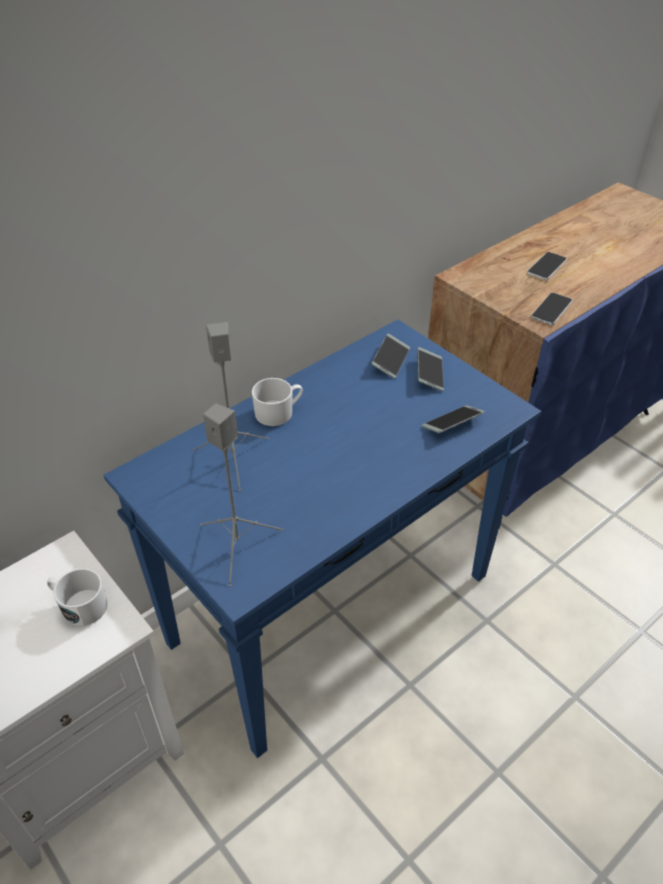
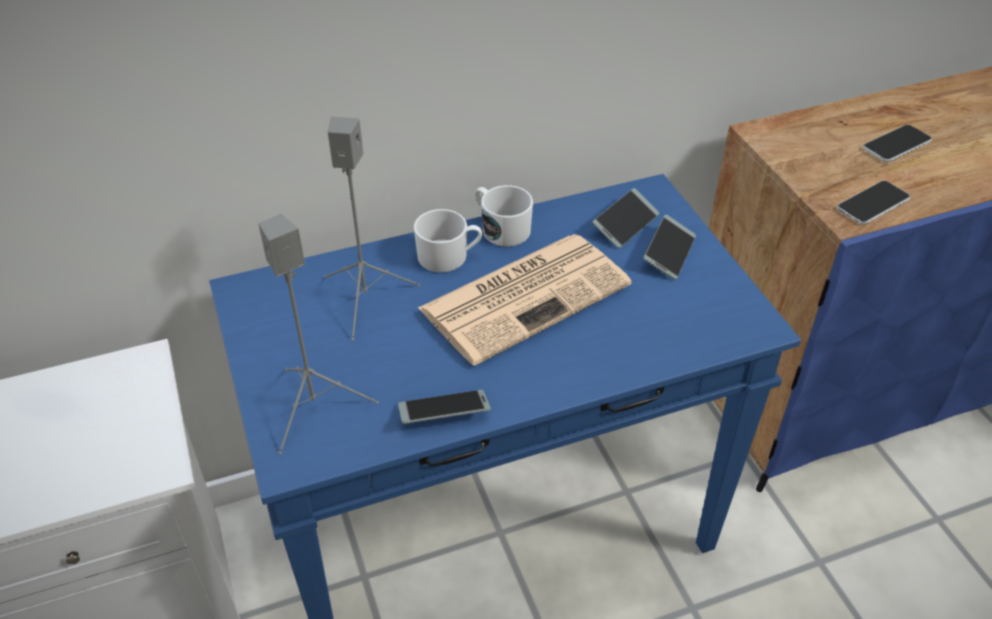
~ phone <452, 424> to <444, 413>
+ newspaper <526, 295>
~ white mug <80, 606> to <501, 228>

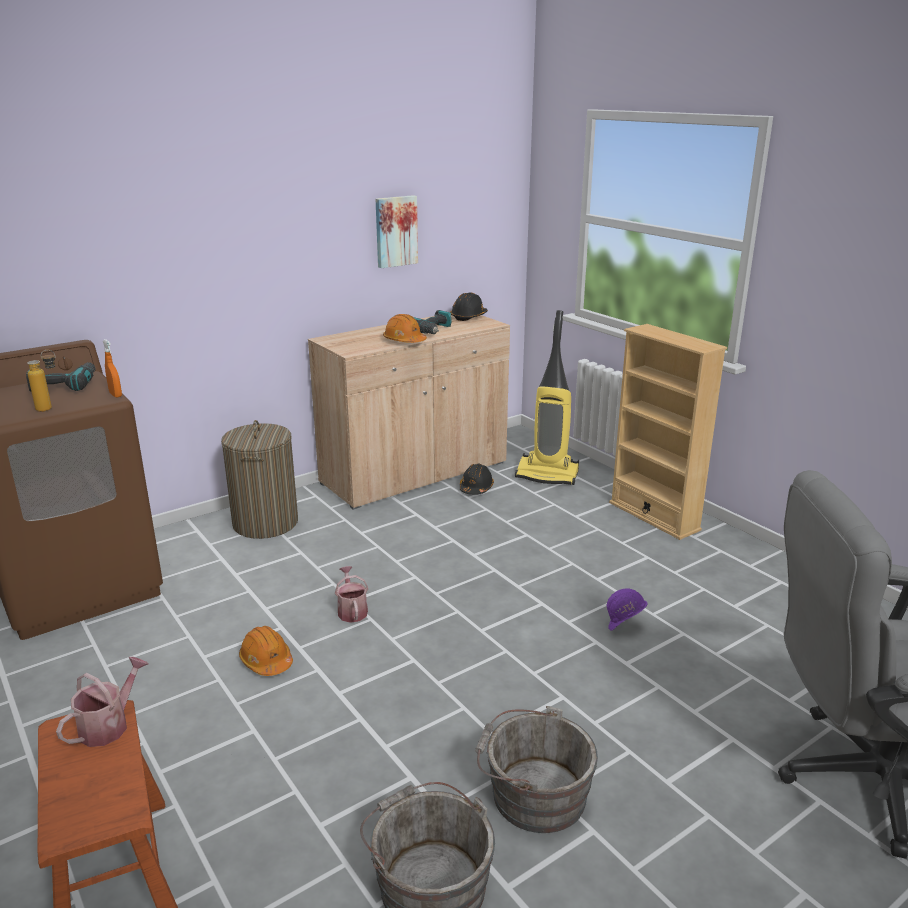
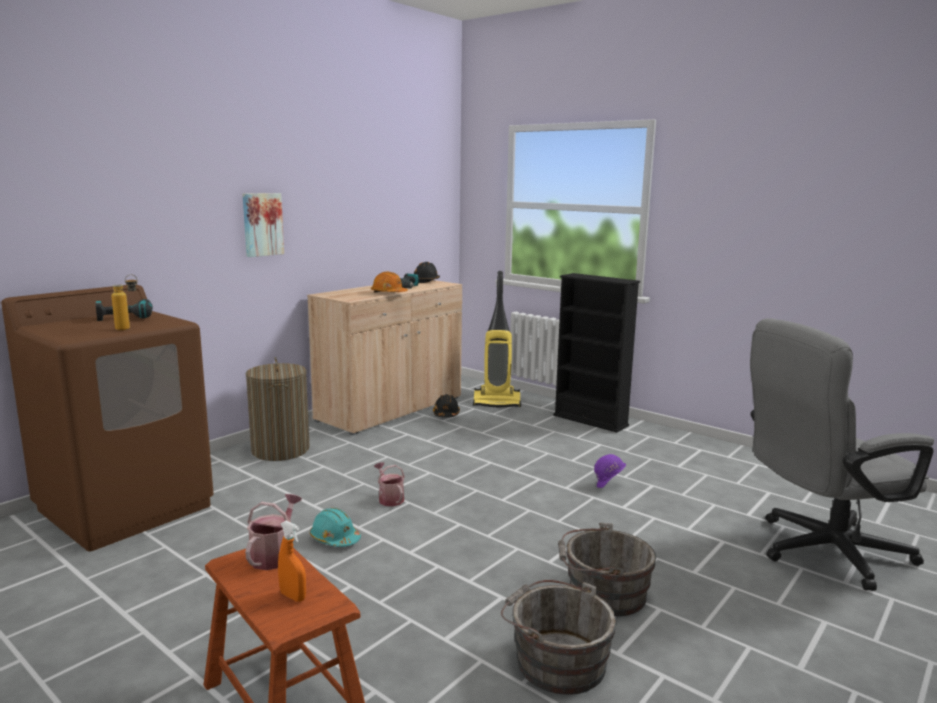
~ picture <395, 231> to <262, 224>
~ orange spray bottle <115, 395> to <293, 596>
~ orange hard hat <266, 661> to turquoise hard hat <334, 539>
~ beige bookcase <654, 516> to black bookcase <590, 420>

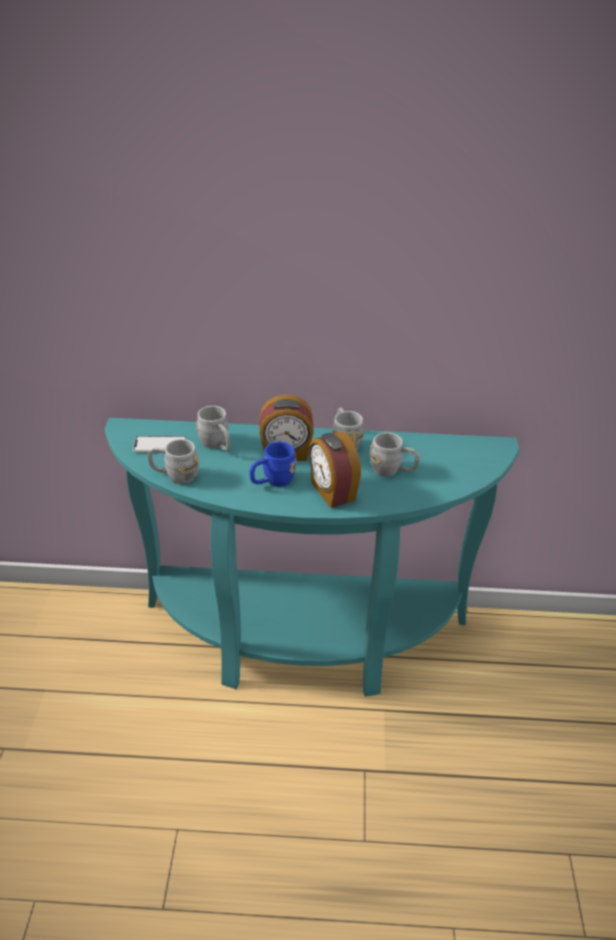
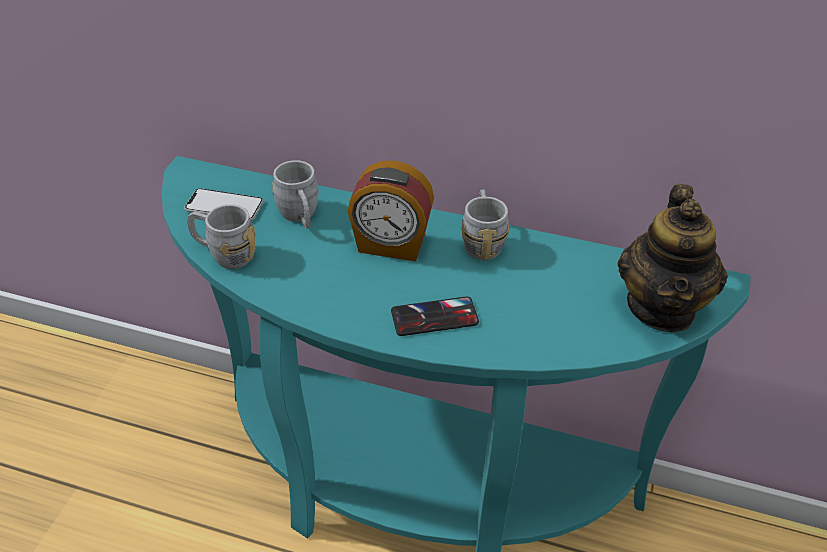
~ alarm clock <332, 492> to phone <434, 317>
+ teapot <662, 307>
- blue mug <272, 481>
- grey mug <392, 471>

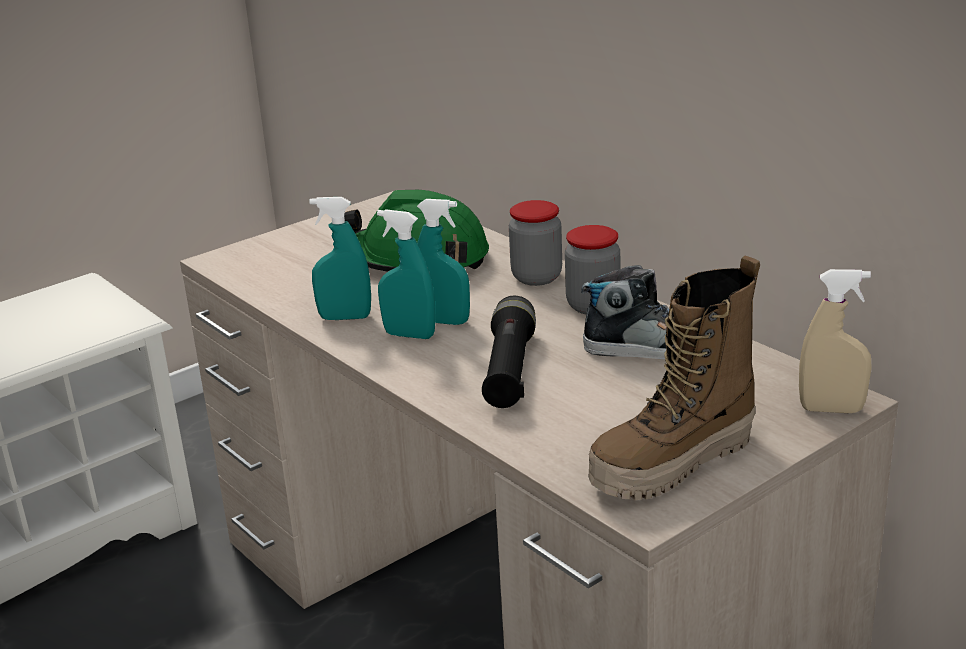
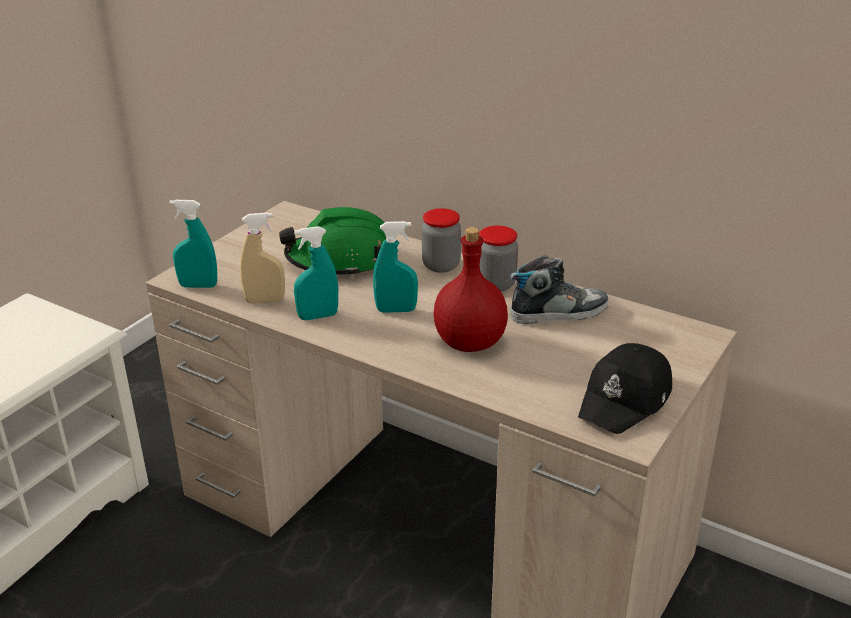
~ turquoise spray bottle <409, 335> to <198, 286>
~ beige spray bottle <831, 409> to <265, 301>
~ black flashlight <509, 370> to red bottle <469, 343>
~ boot <673, 465> to black cap <626, 400>

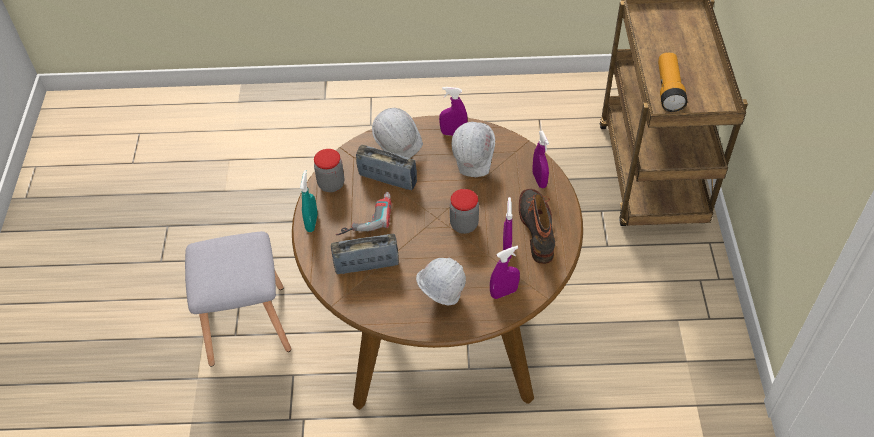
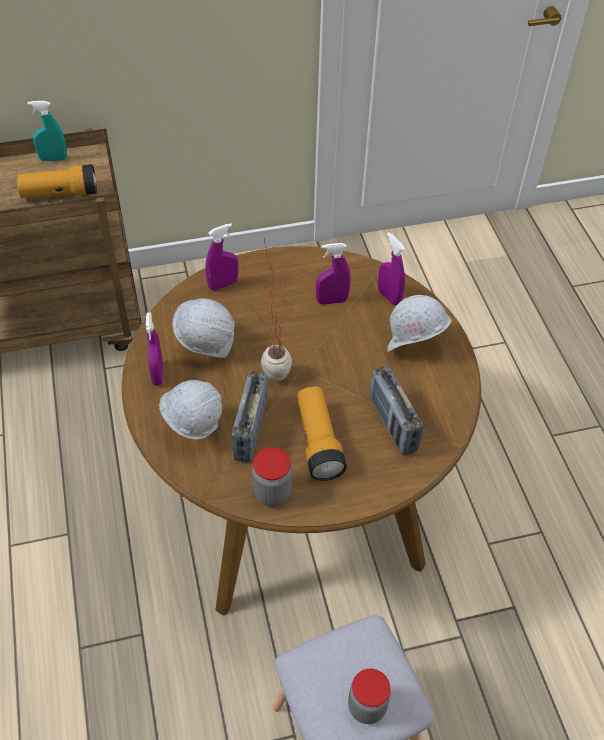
~ turquoise spray bottle <312, 223> to <53, 159>
+ potted plant <270, 371>
~ power drill <364, 216> to flashlight <318, 442>
~ jar <464, 225> to <367, 706>
- boot <538, 229>

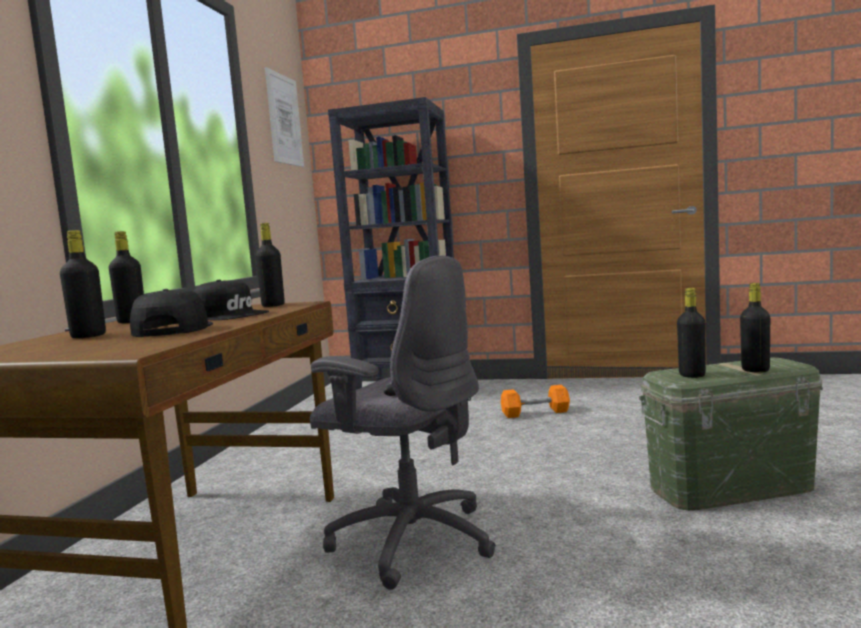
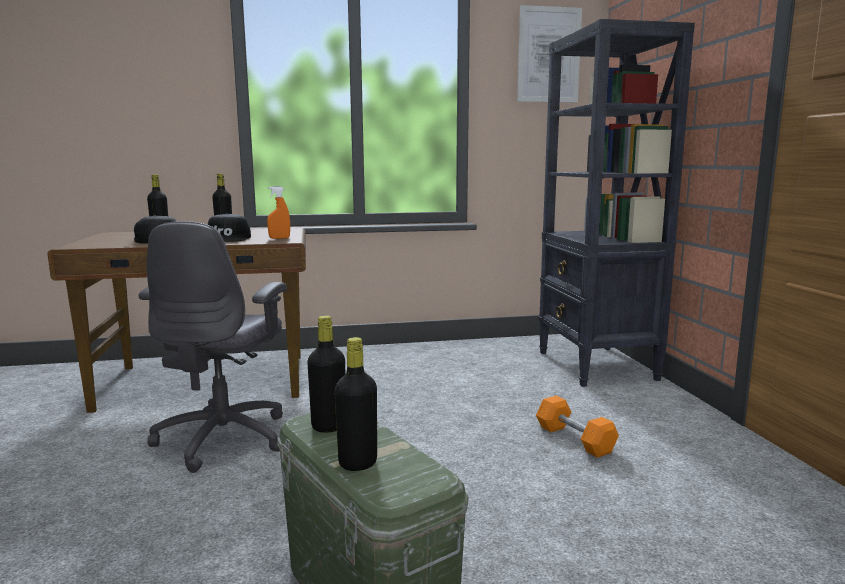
~ black bottle <273, 305> to orange spray bottle <279, 238>

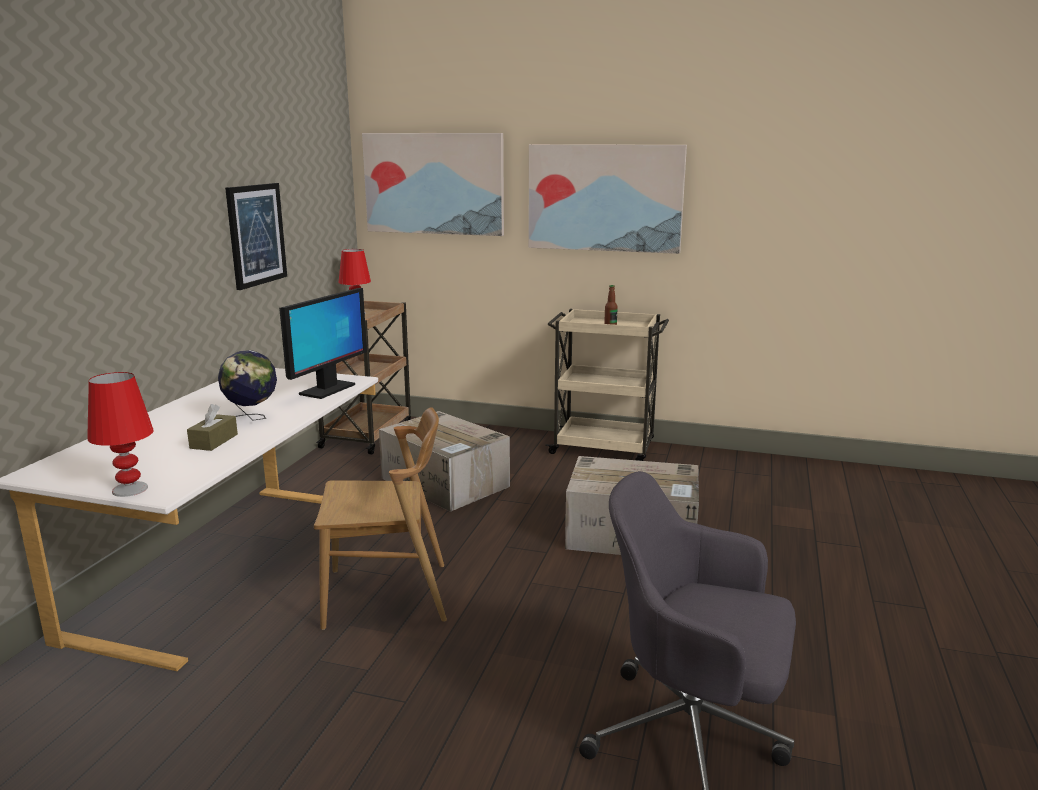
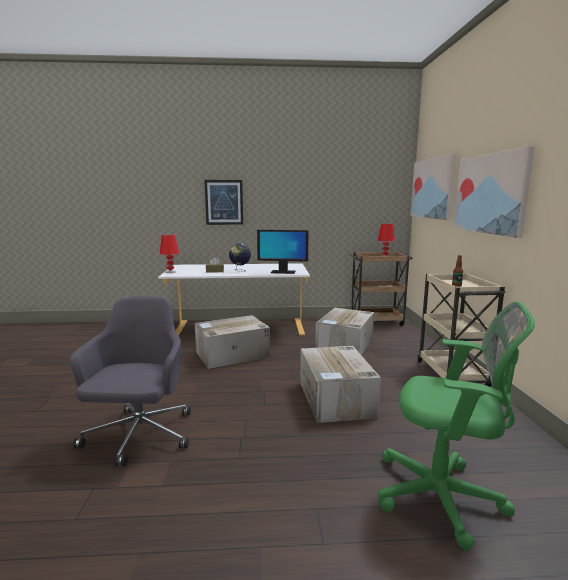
~ brown chair <387, 595> to cardboard box <231, 354>
~ picture <256, 234> to <224, 202>
+ green office chair <443, 498>

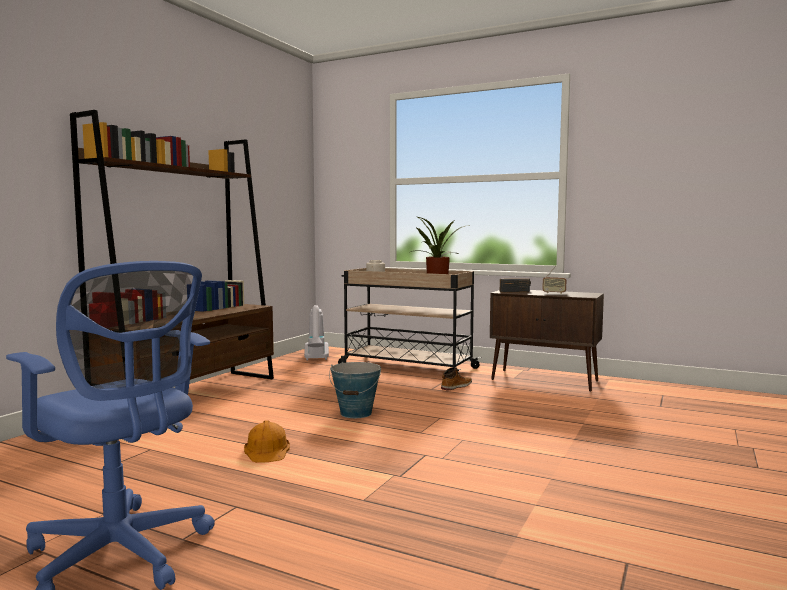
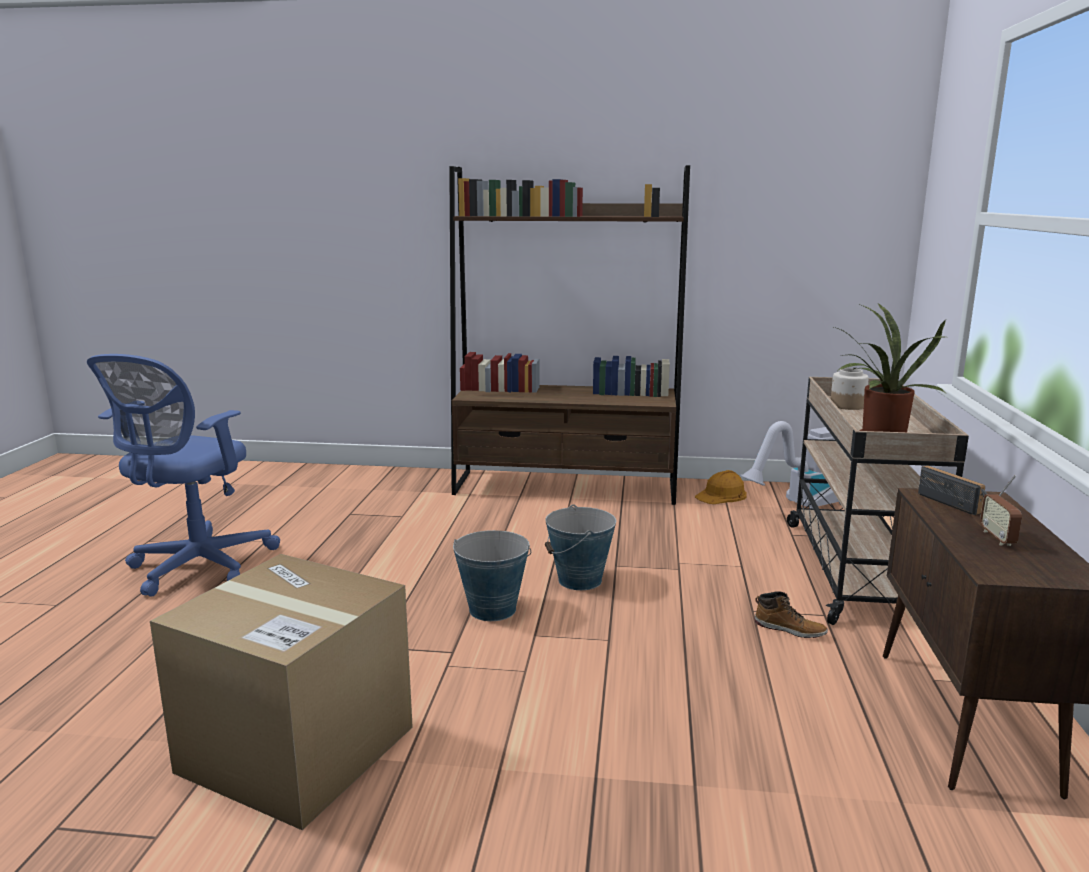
+ cardboard box <297, 749>
+ bucket <492, 609>
~ orange hard hat <267, 450> to <721, 495>

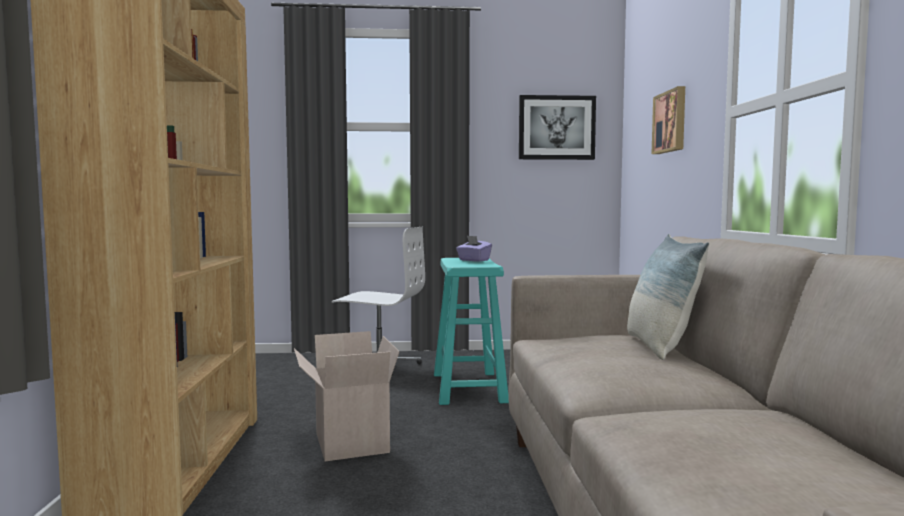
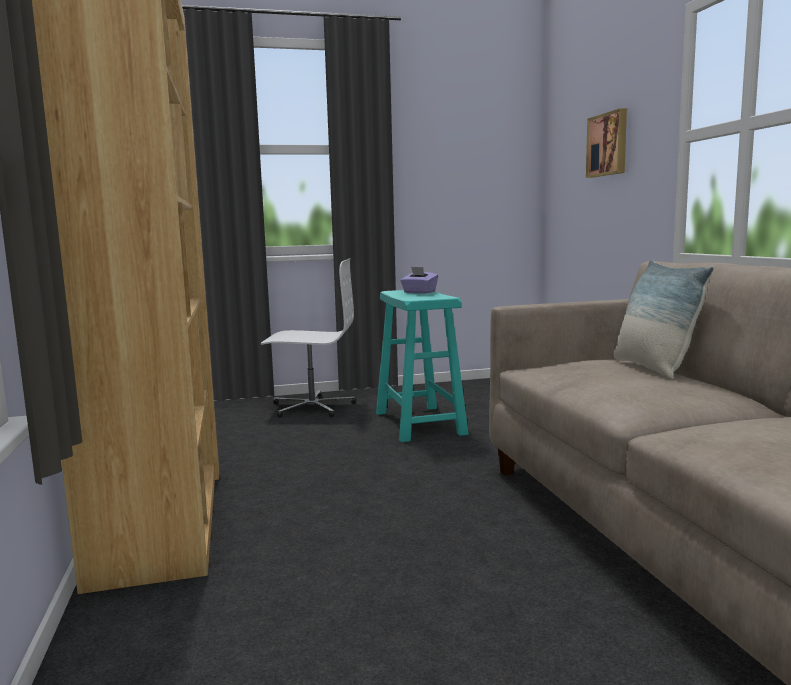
- cardboard box <348, 442>
- picture <556, 127>

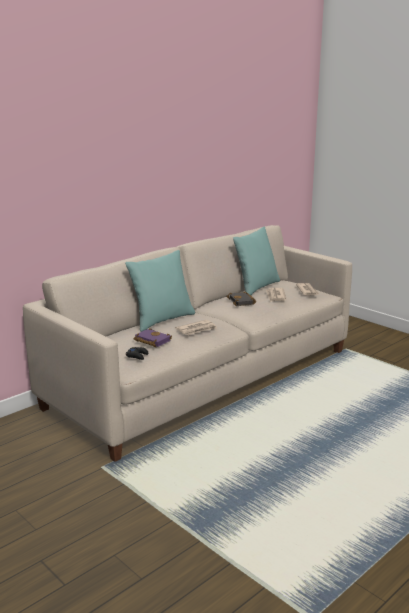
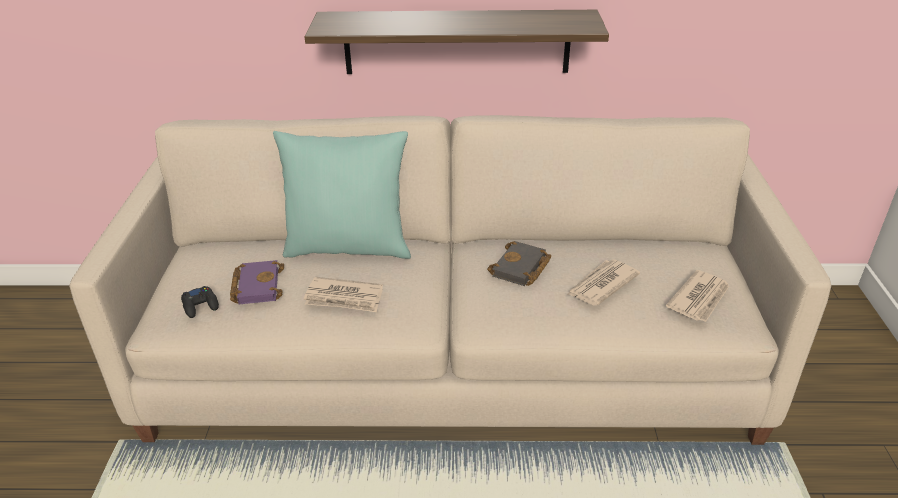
+ shelf <456, 42>
- turquoise pillow <256, 287>

